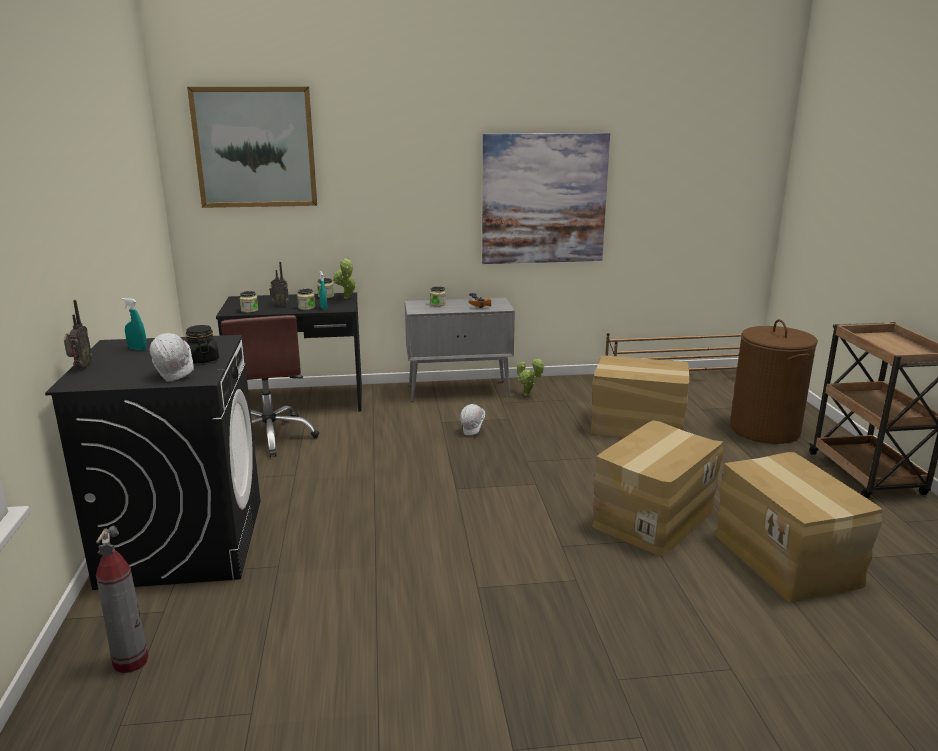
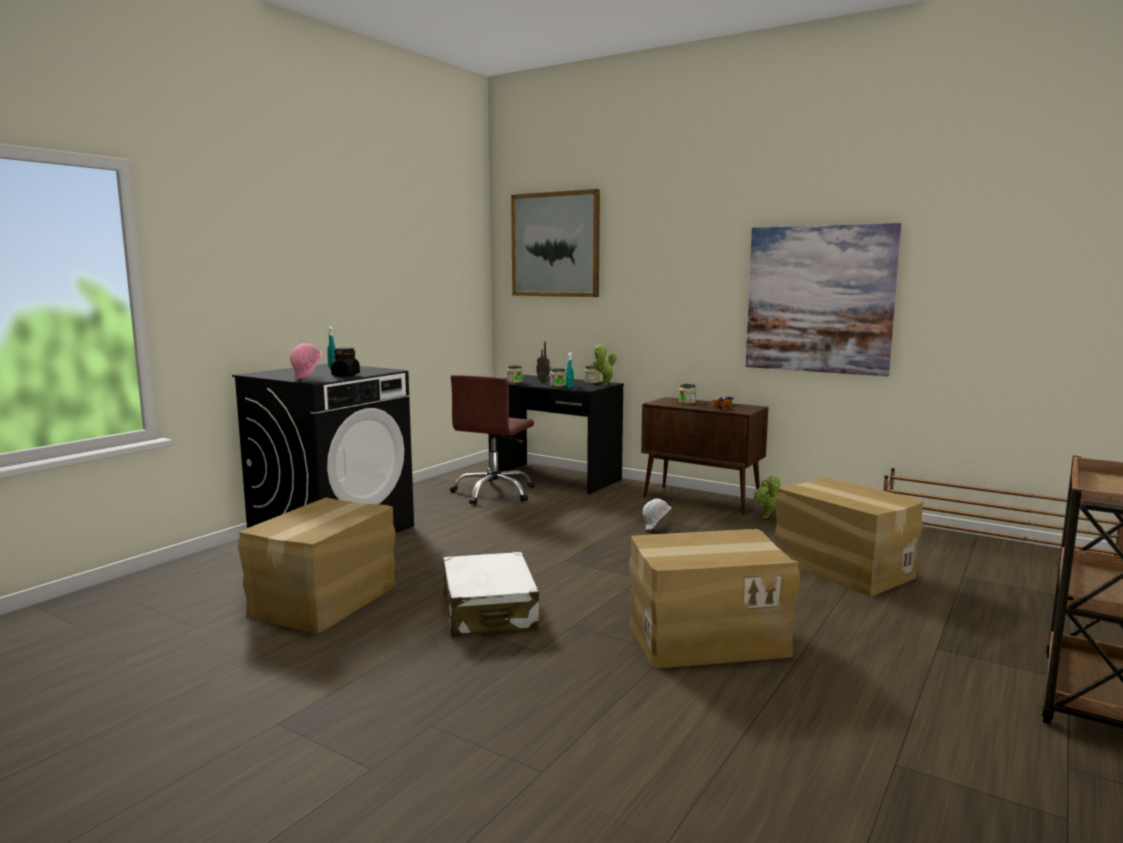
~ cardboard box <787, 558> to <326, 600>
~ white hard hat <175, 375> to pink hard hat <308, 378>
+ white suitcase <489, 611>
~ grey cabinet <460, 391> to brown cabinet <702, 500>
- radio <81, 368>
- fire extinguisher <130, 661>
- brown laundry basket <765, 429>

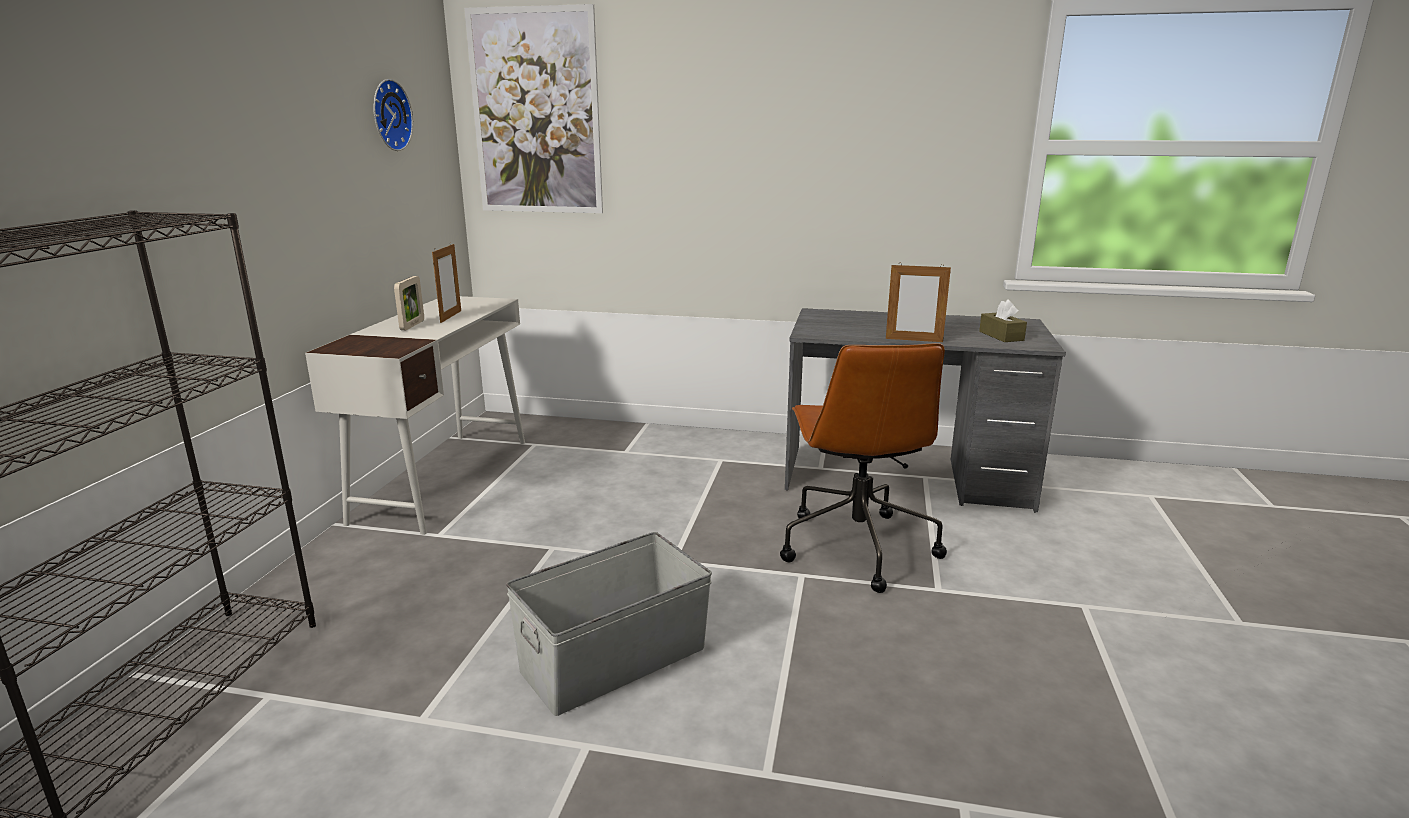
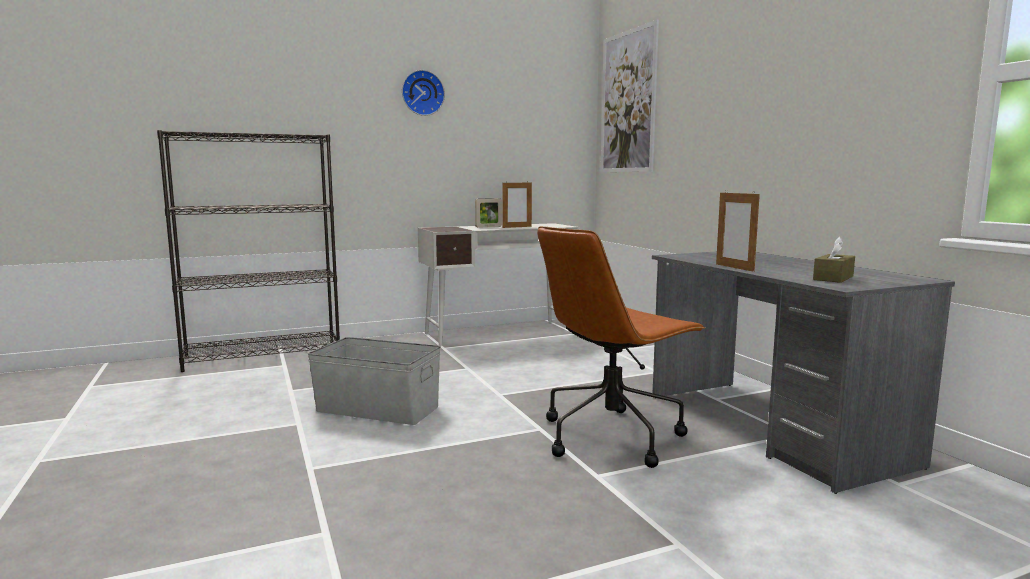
~ wall clock <388, 115> to <422, 93>

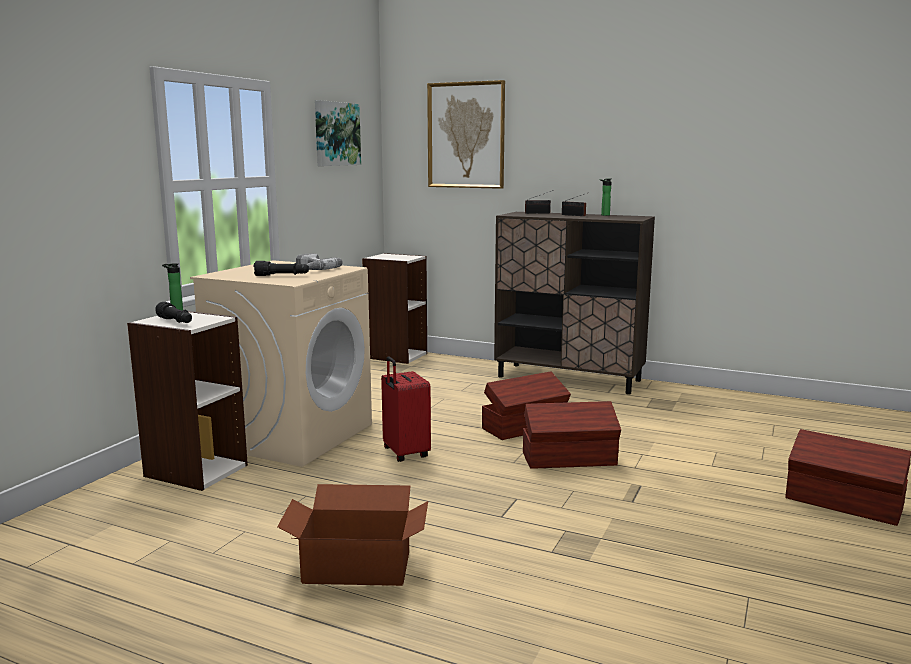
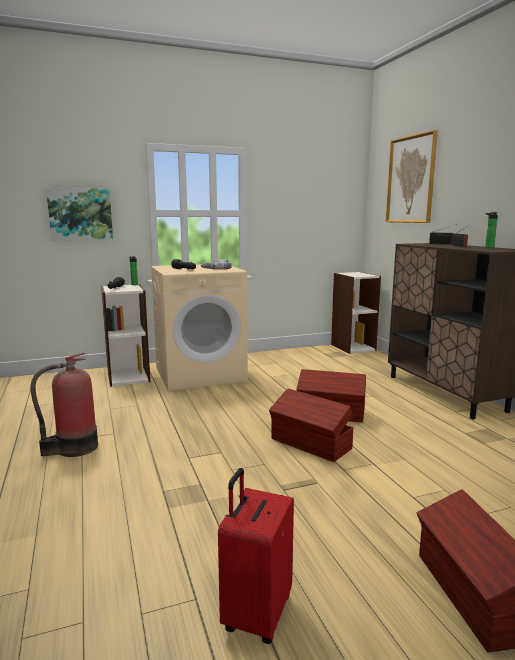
~ cardboard box <357, 568> to fire extinguisher <74, 448>
~ picture <336, 134> to <80, 214>
~ red suitcase <404, 453> to <256, 614>

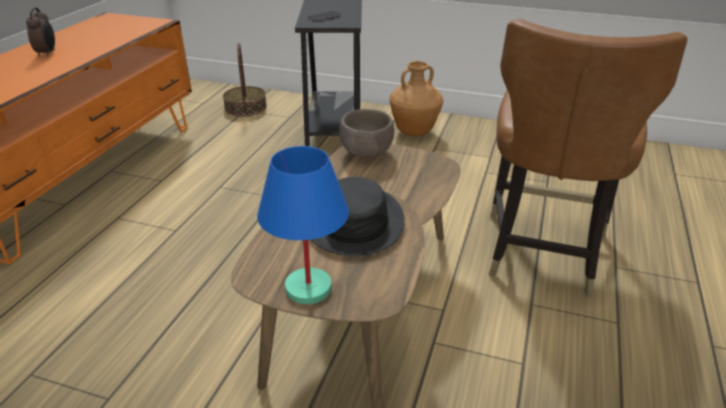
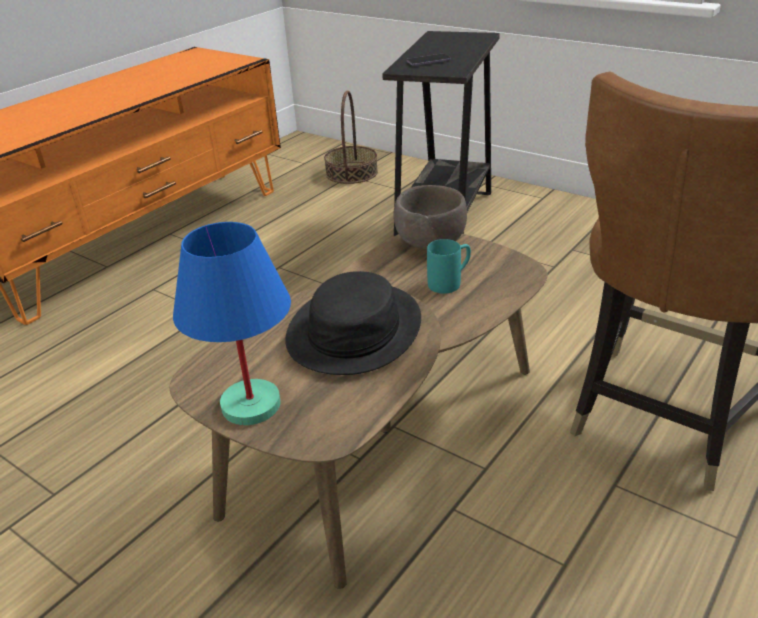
+ turquoise mug <450, 282>
- alarm clock <47, 53>
- brown vase <414, 132>

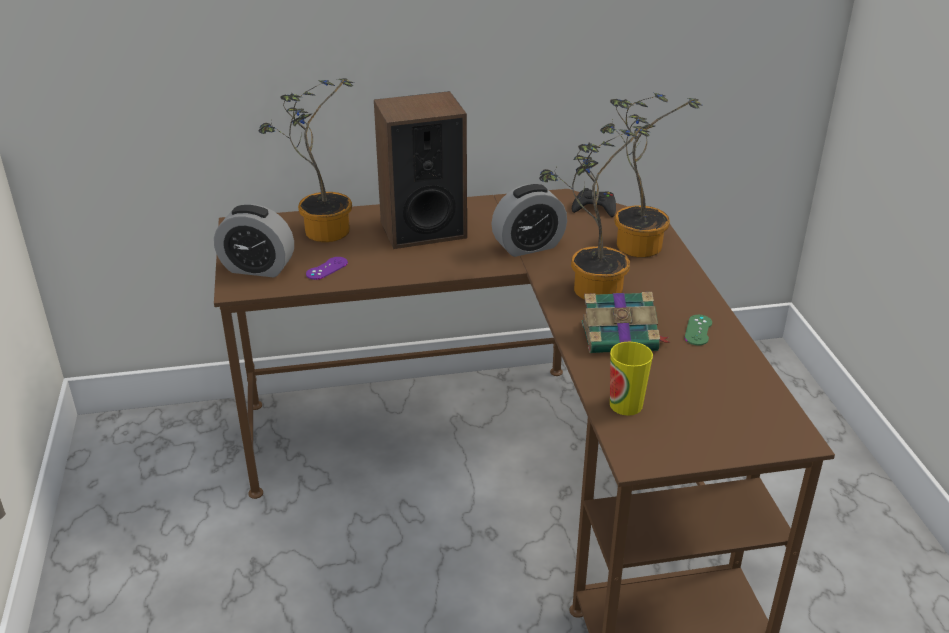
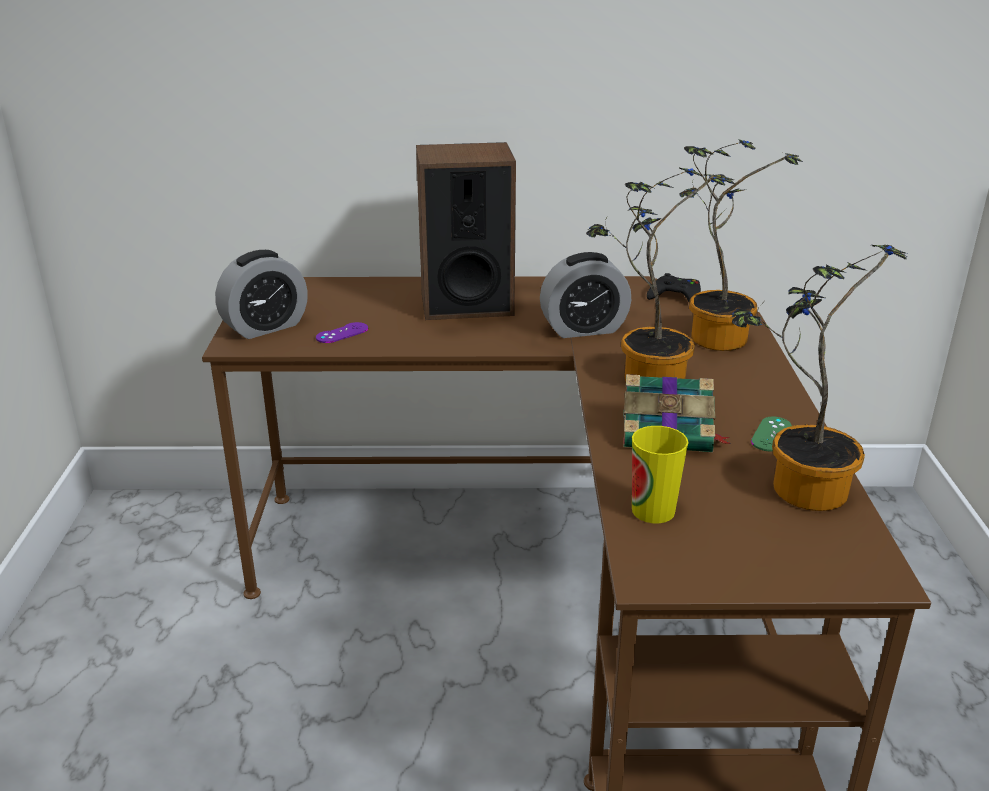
~ alarm clock <257, 268> = <265, 327> 60 degrees counterclockwise
~ potted plant <321, 230> to <798, 487>

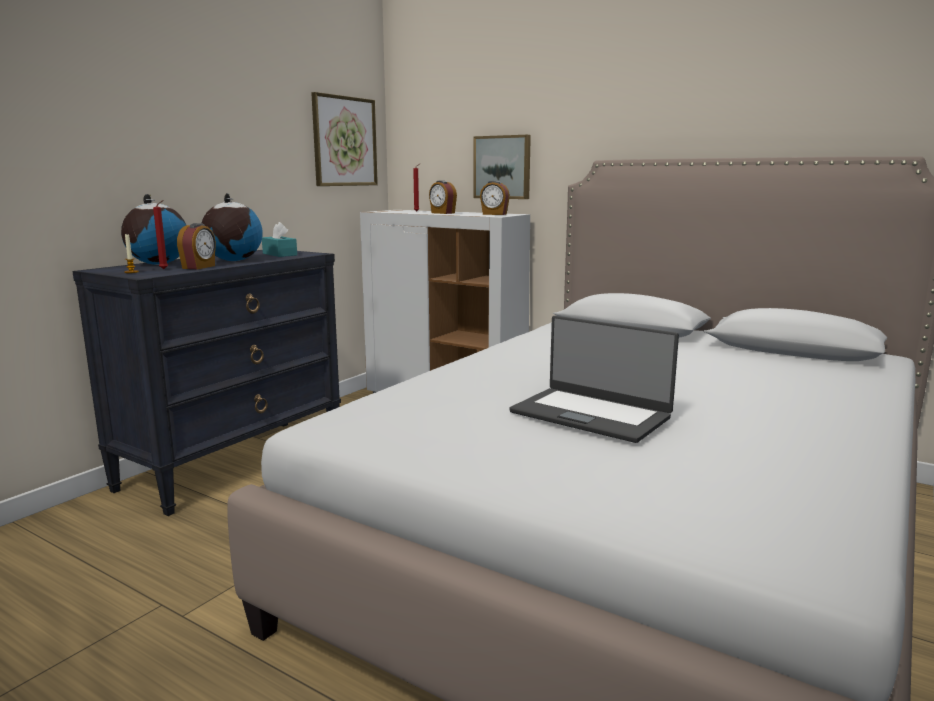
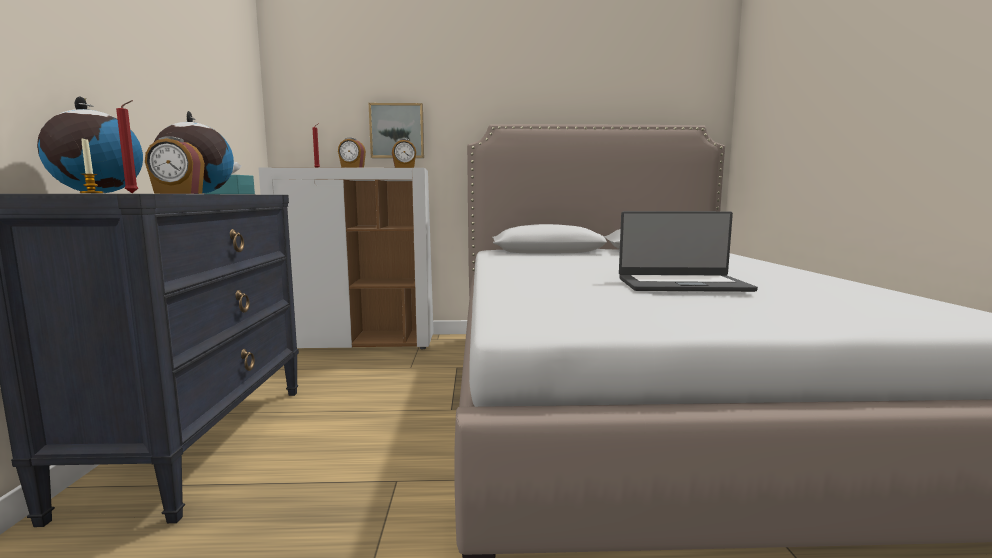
~ alarm clock <199, 267> = <178, 193> 105 degrees clockwise
- picture <344, 141>

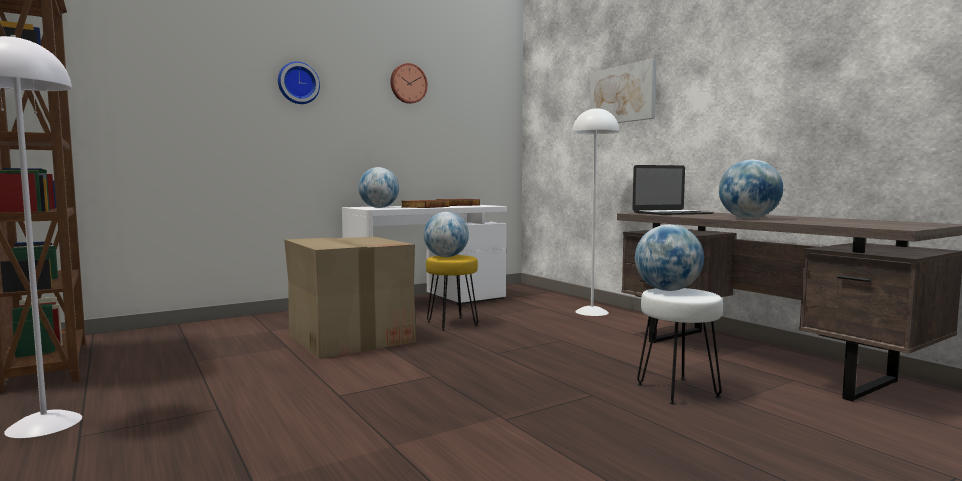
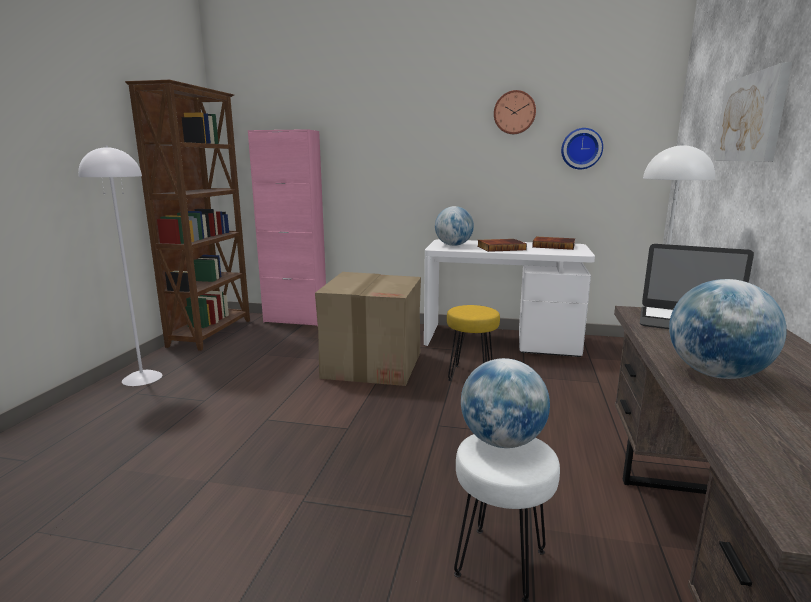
+ pink cabinet <295, 320>
~ wall clock <298, 83> to <581, 148>
- globe <446, 257>

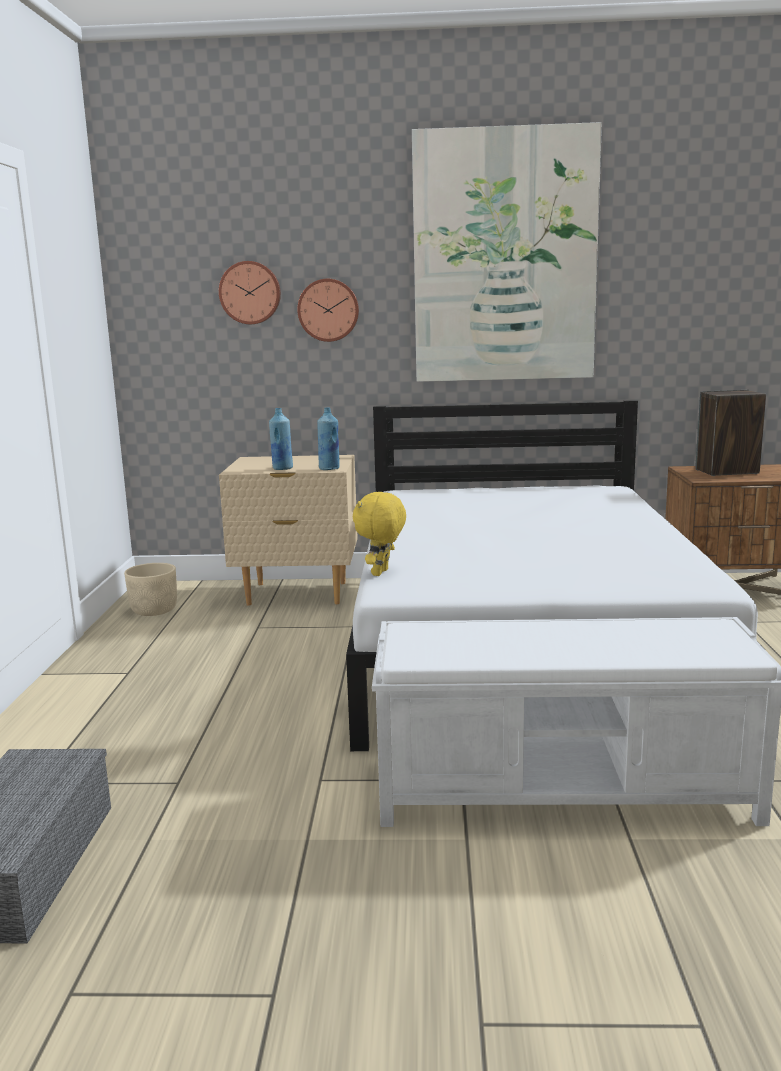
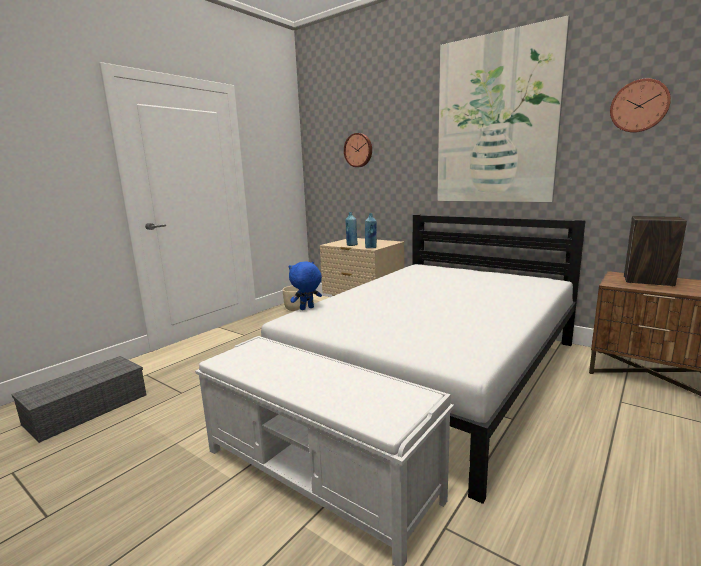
~ yellow plush toy <381, 573> to blue plush toy <307, 309>
~ wall clock <328, 310> to <639, 106>

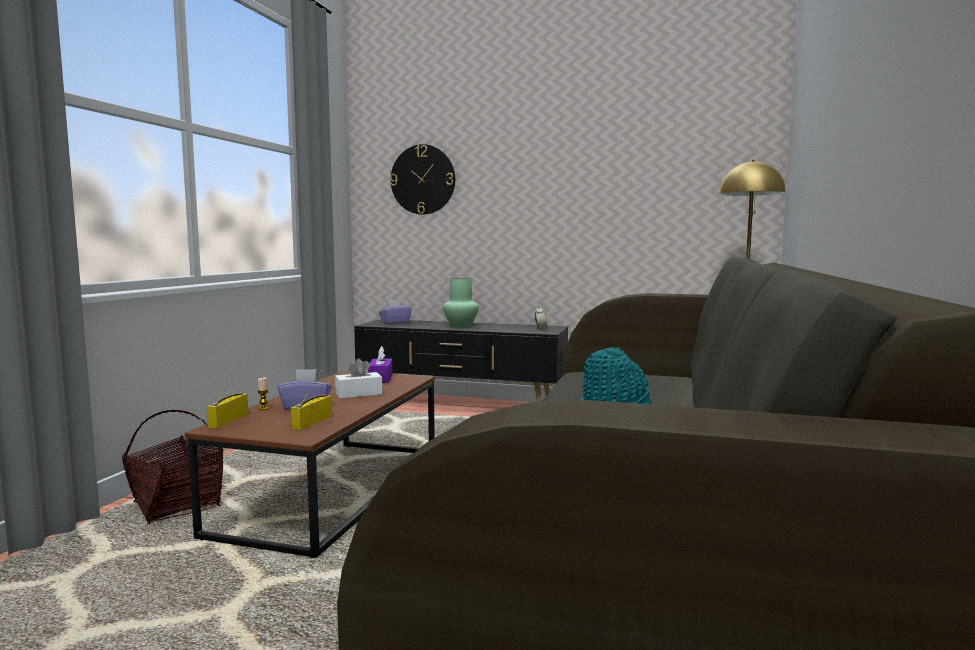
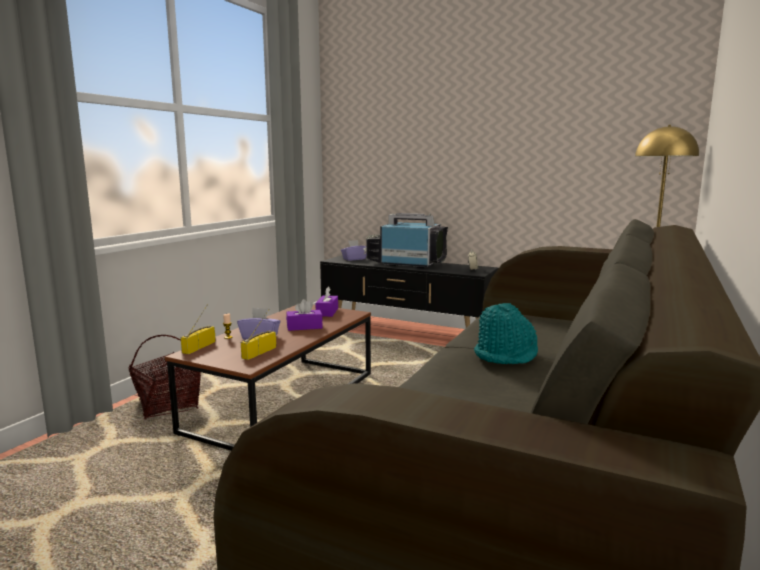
~ white tissue box <359, 394> to purple tissue box <304, 327>
~ green vase <460, 325> to television <406, 264>
- wall clock <423, 179>

